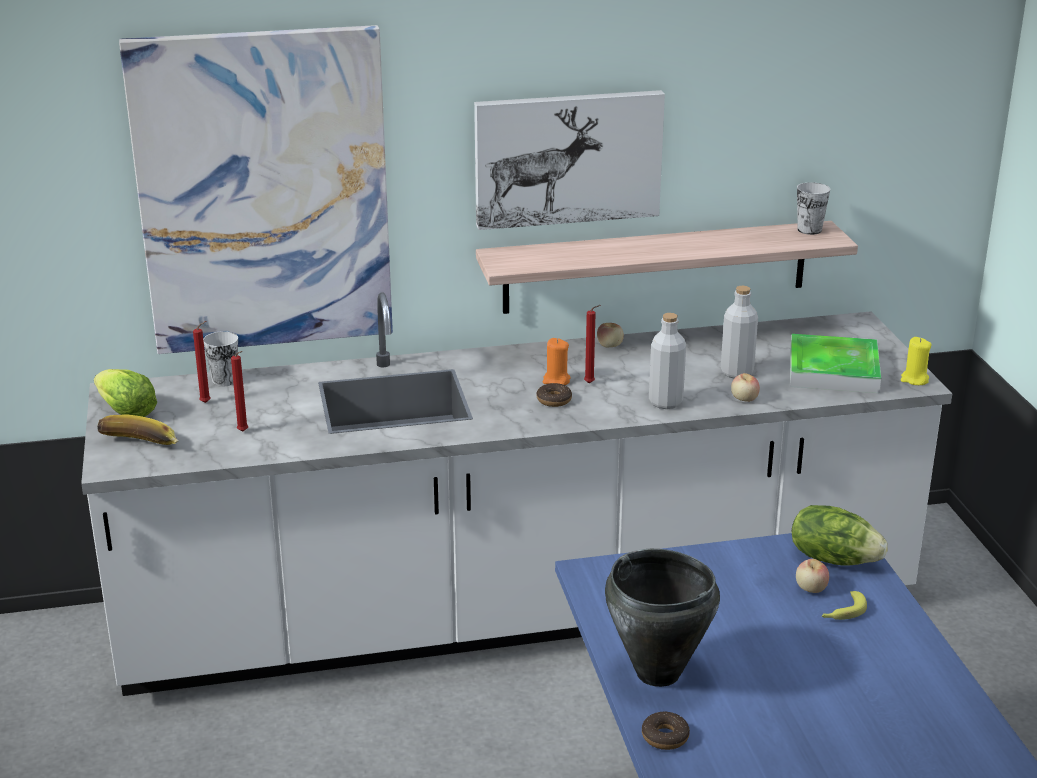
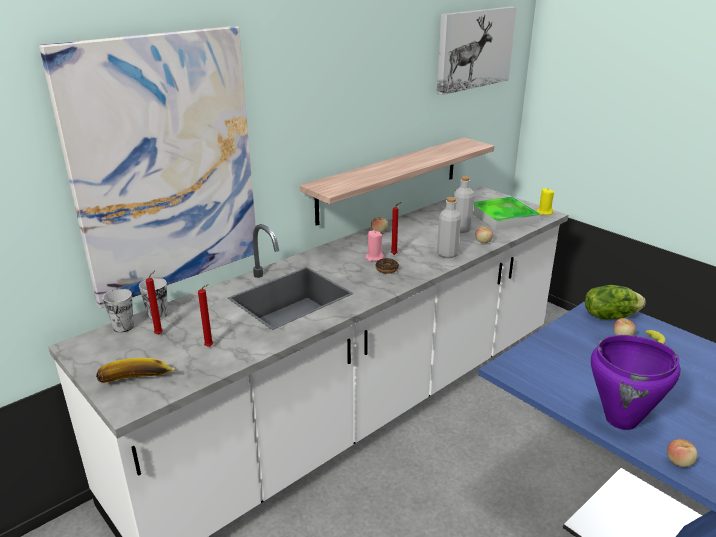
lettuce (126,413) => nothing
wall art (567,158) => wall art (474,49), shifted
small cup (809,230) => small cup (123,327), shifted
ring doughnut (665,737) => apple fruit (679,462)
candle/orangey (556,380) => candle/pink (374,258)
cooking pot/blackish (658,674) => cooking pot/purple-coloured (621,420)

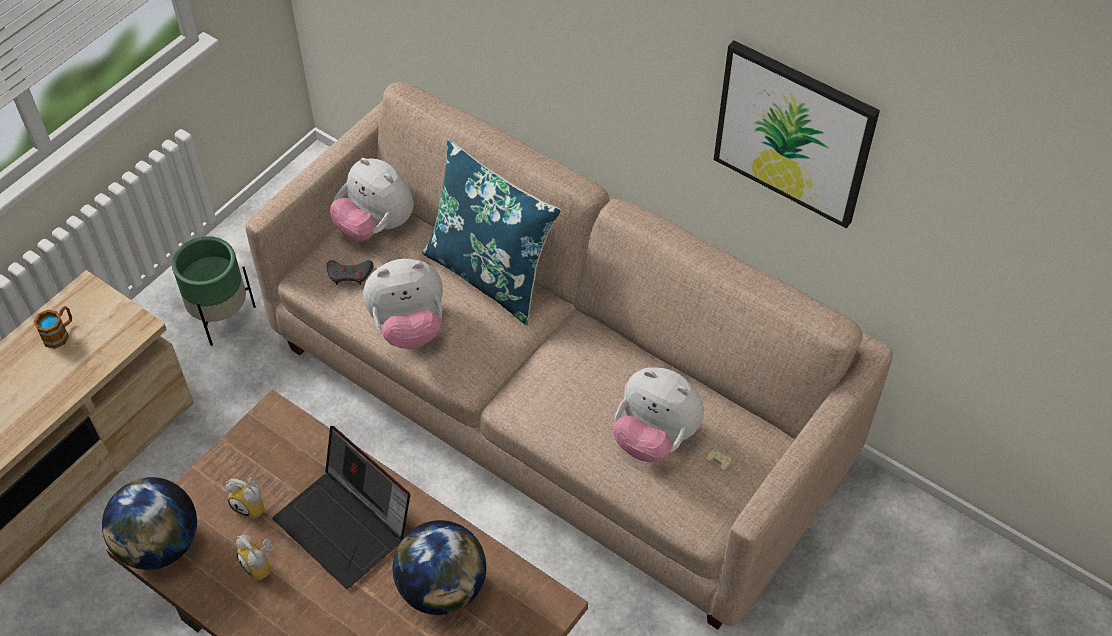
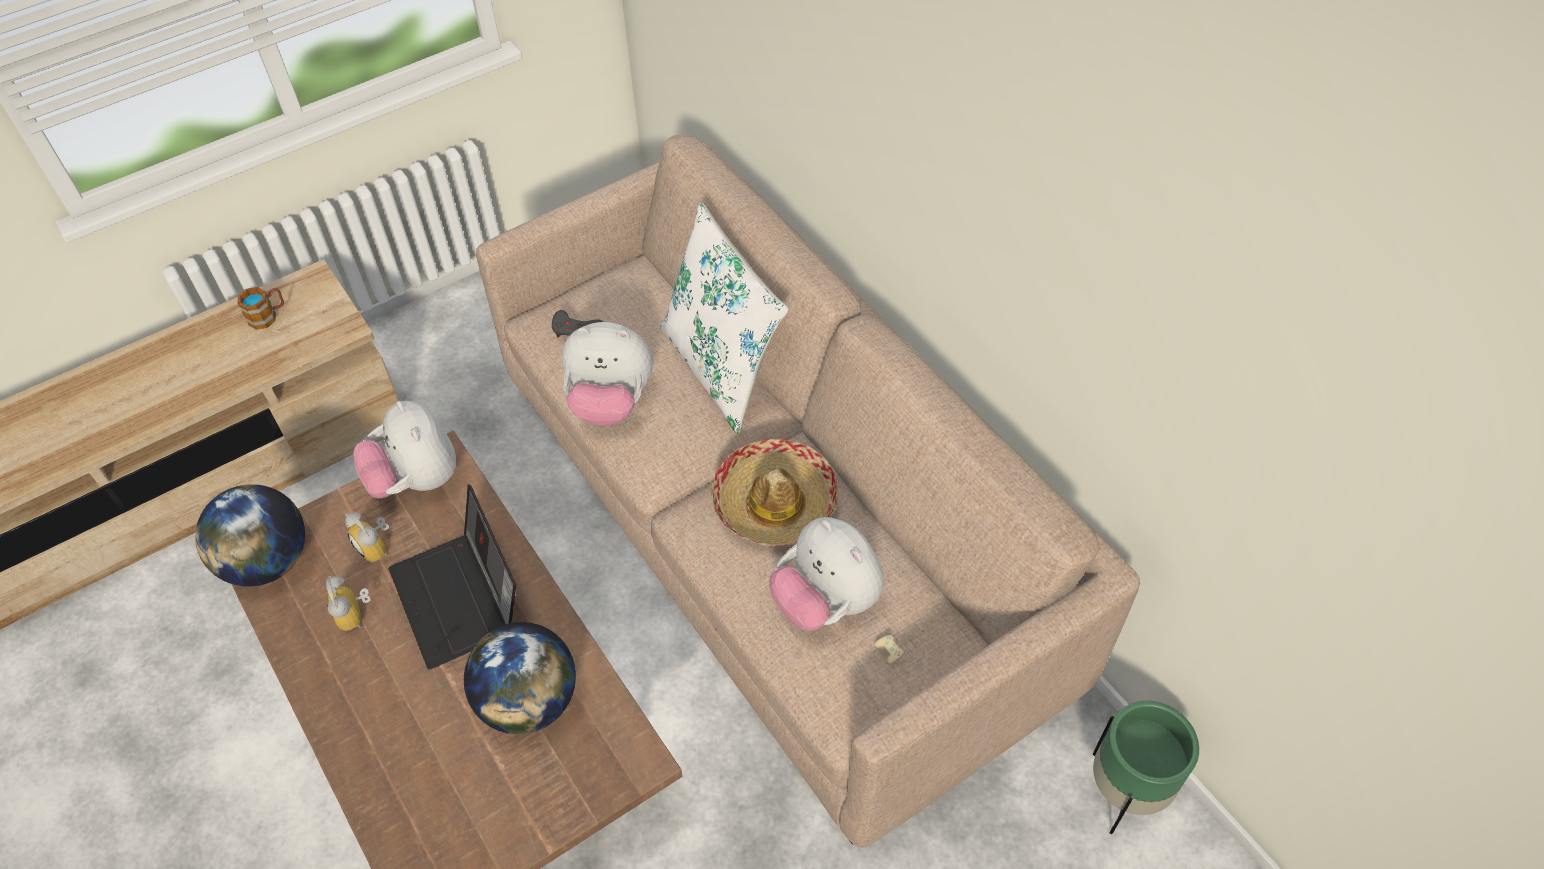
wall art (794,133) => nothing
nothing => hat (775,502)
plant pot/green (222,317) => plant pot/green (1126,791), shifted
soft toy (375,226) => soft toy (416,480), shifted
cushion/blue (490,274) => cushion/white-coloured (722,368)

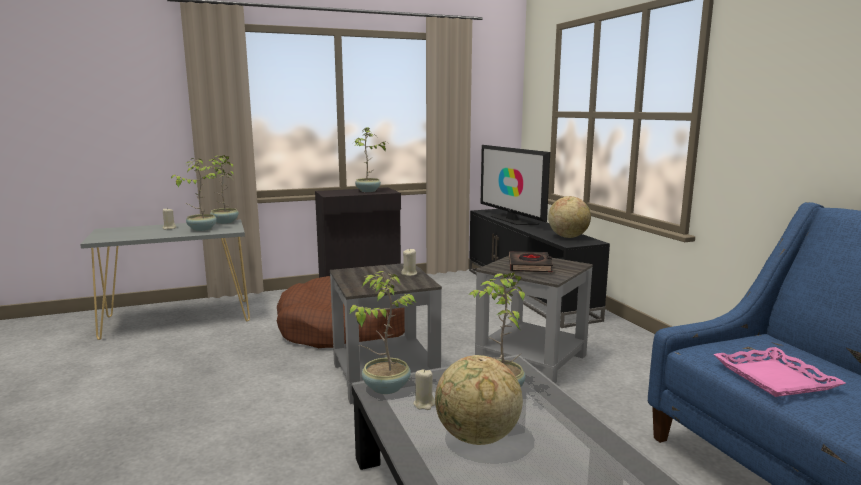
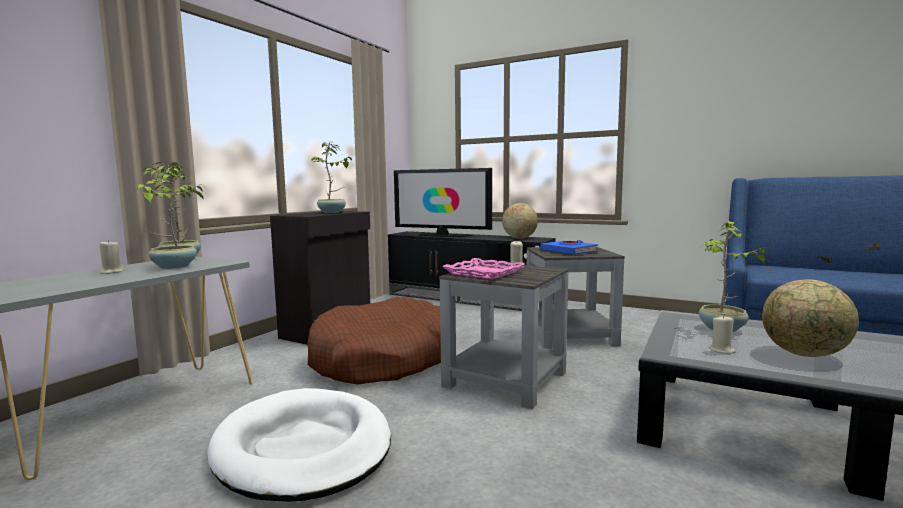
plant in a pot (385,387) => nothing
nothing => pet bed/white-coloured (303,448)
tray/pink (773,378) => tray/pink (483,273), shifted
volume/blackish (530,266) => volume/blue (568,251)

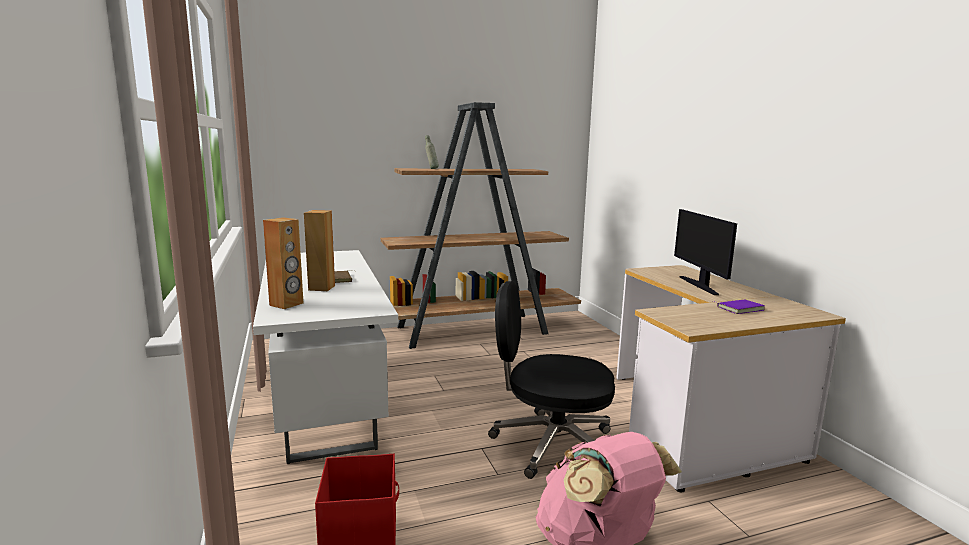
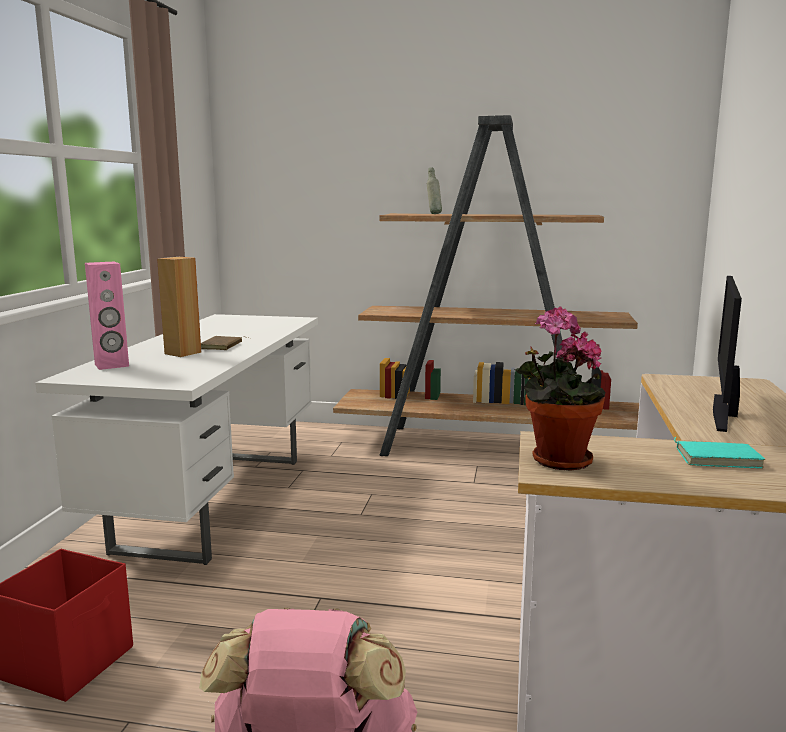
desk chair/blackish (551,444) => nothing
nothing => plant in a pot (555,460)
loudspeaker/brown-coloured (286,304) => loudspeaker/pink (112,365)
volume/purple-coloured (739,308) => volume/blue-green (717,458)

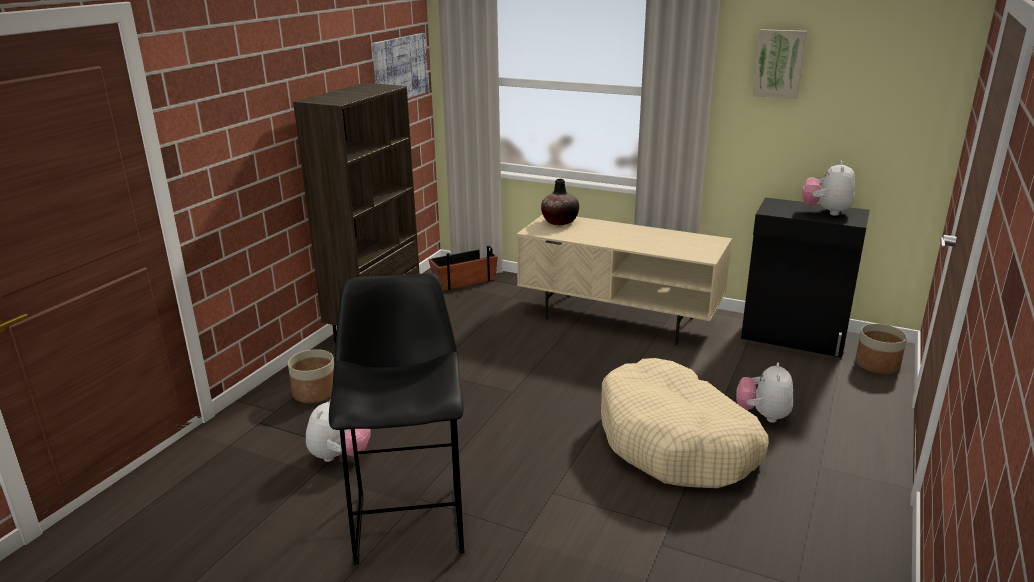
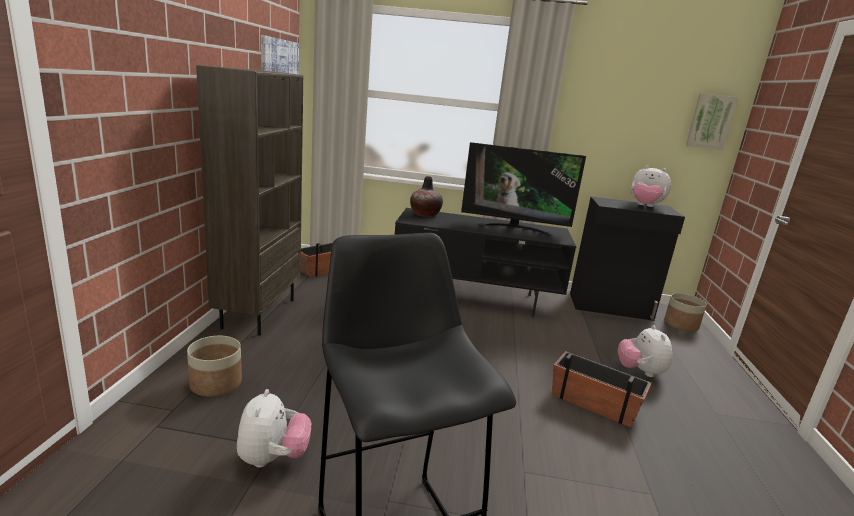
nothing => TV (514,228)
wall art (779,63) => wall art (710,121), shifted
pet bed/beige (676,442) => plant pot (594,403)
media console/beige (620,318) => media console/blackish (475,297)
soft toy (826,212) => soft toy (644,206), 60 degrees counterclockwise

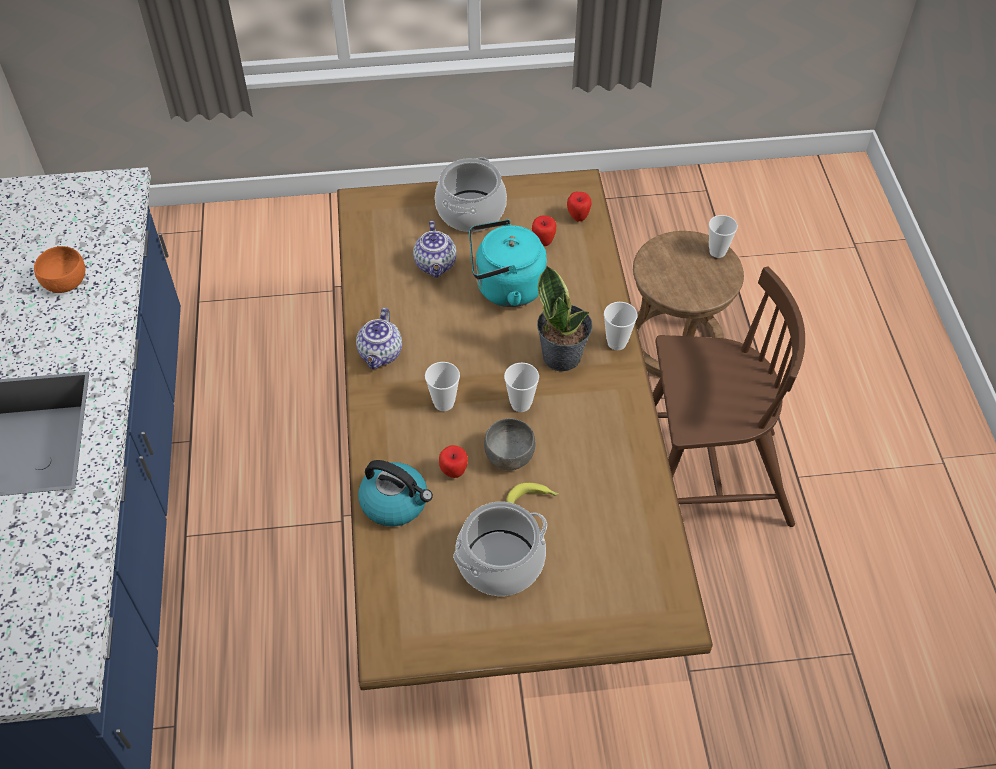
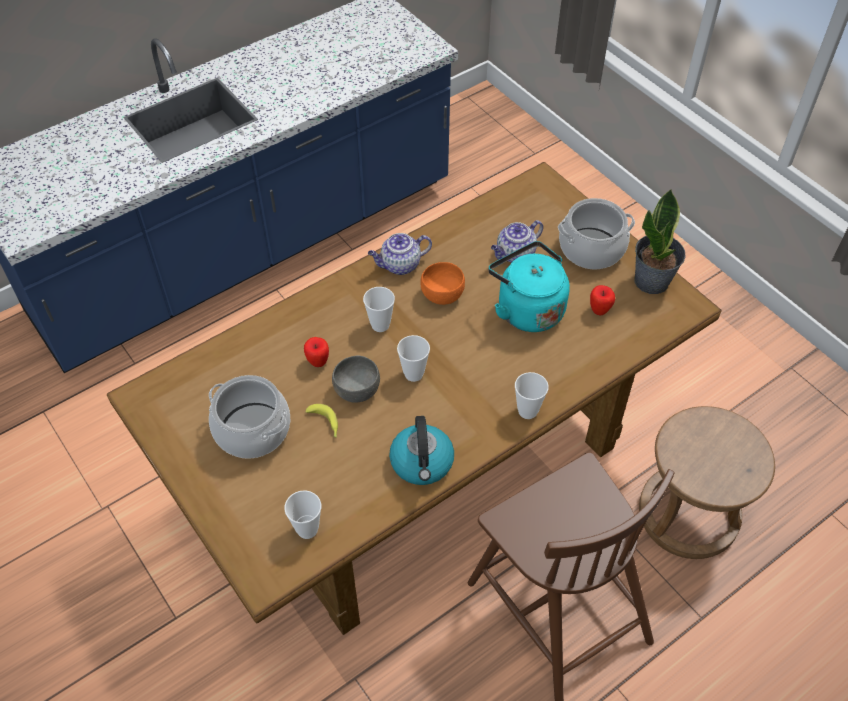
apple fruit (578,217) => nothing
bowl/orangey (65,282) => bowl/orangey (441,294), shifted
tea kettle (395,502) => tea kettle (422,463), shifted
plant in a pot (562,355) => plant in a pot (652,281), shifted
small cup (717,251) => small cup (307,529), shifted

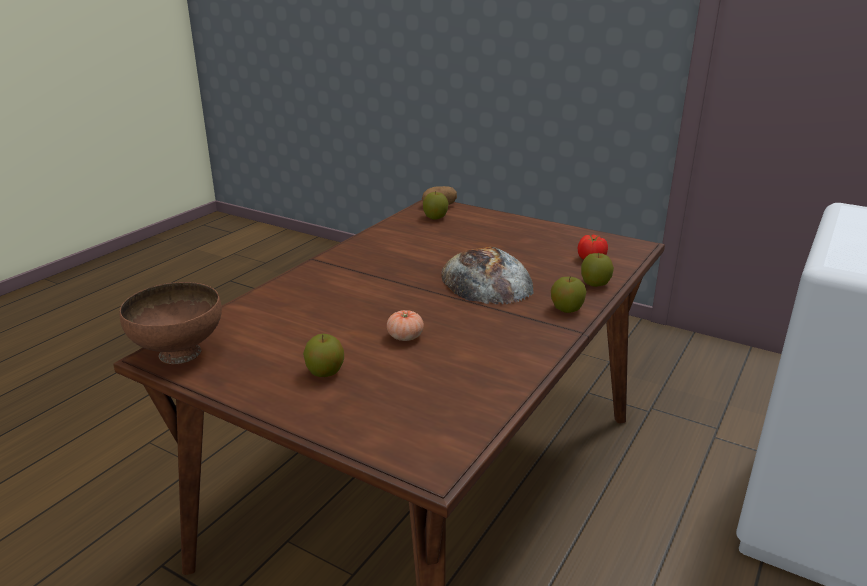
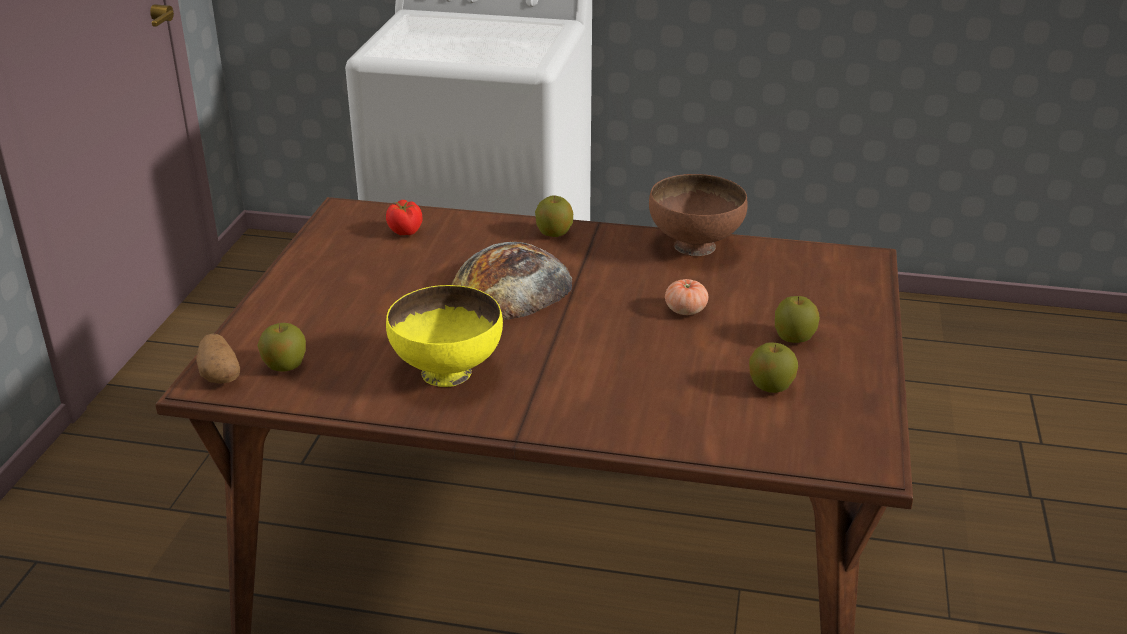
nothing => bowl/yellow-coloured (448,373)
bowl/brown-coloured (179,353) => bowl/brown-coloured (694,247), shifted
apple fruit (595,284) => apple fruit (770,387), shifted

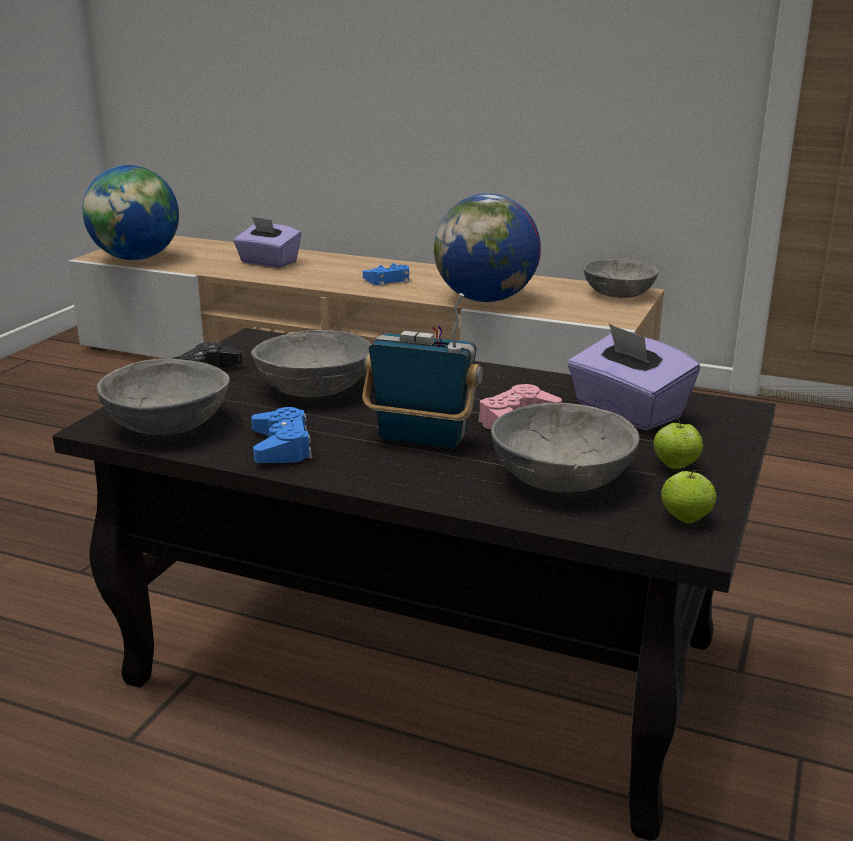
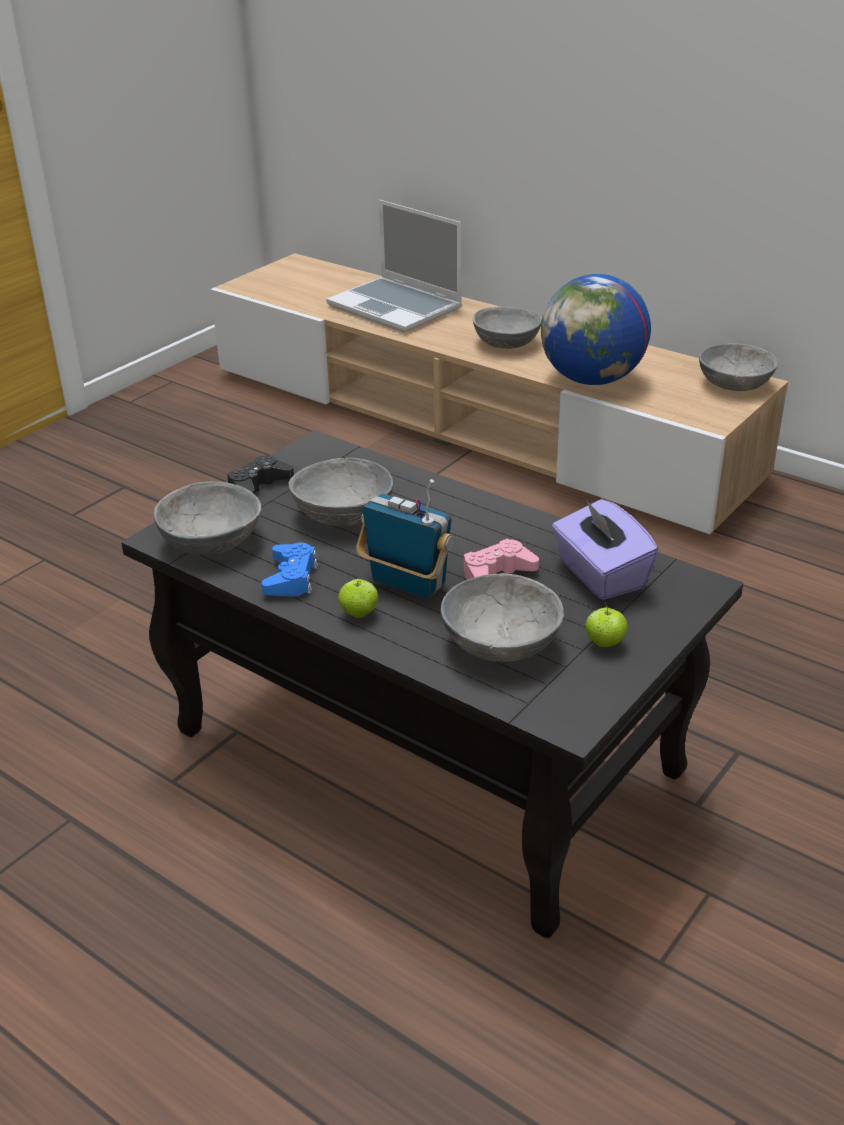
globe (136,258) => nothing
apple fruit (685,519) => apple fruit (359,613), shifted
tissue holder/purple-coloured (268,262) => portable computer (397,307)
game controller/blue (388,280) => bowl/gray (505,343)

